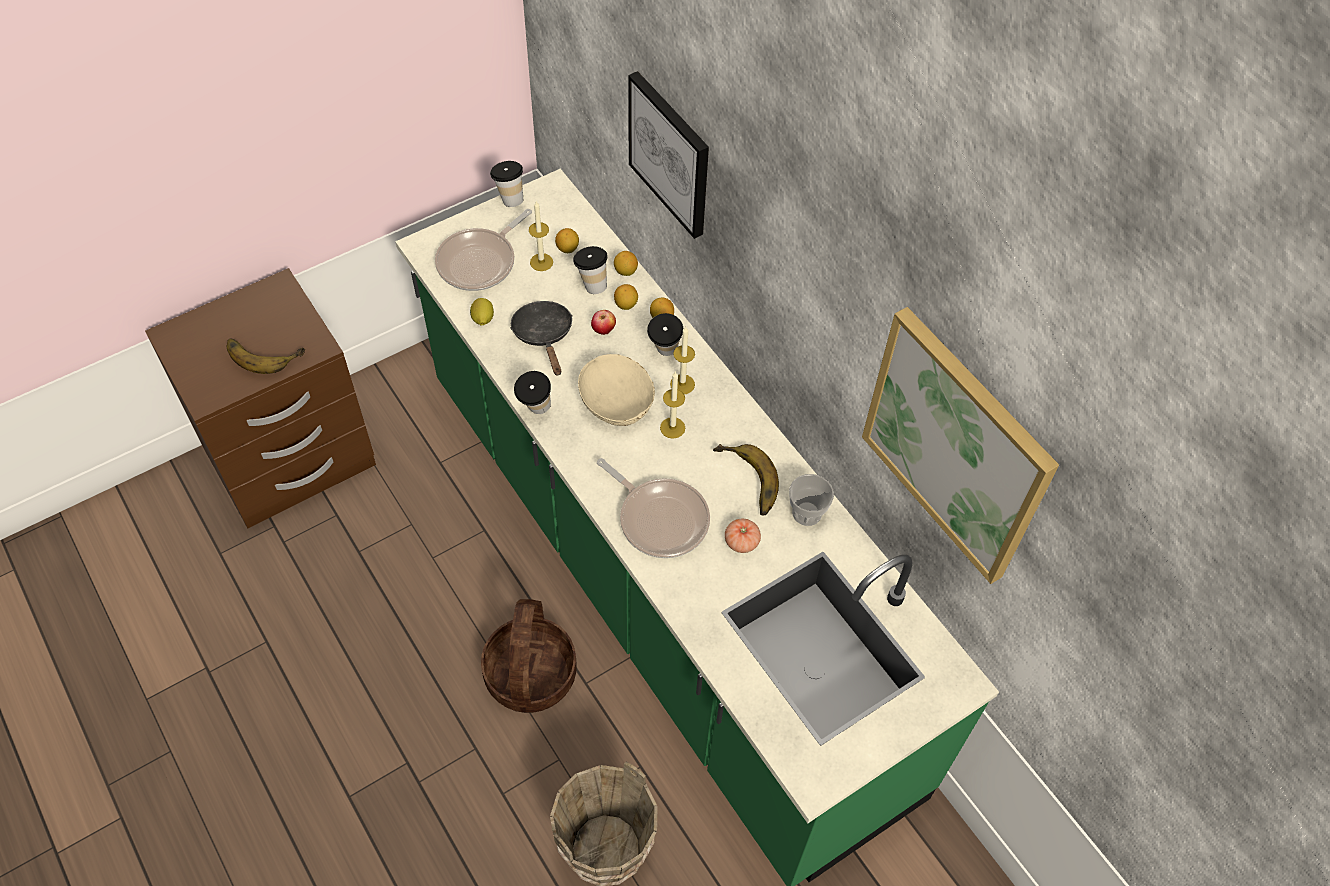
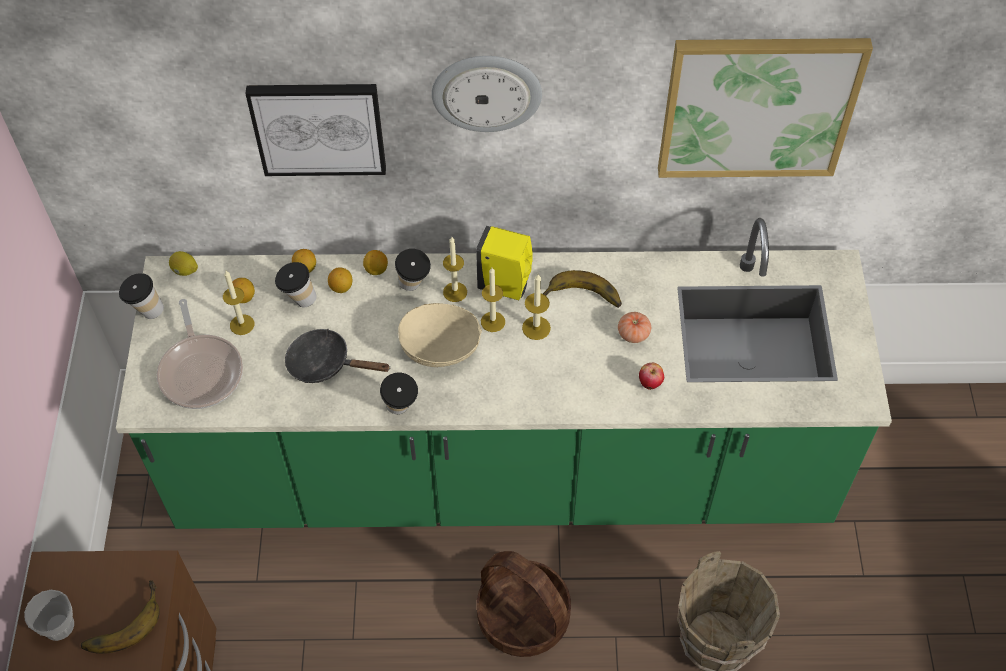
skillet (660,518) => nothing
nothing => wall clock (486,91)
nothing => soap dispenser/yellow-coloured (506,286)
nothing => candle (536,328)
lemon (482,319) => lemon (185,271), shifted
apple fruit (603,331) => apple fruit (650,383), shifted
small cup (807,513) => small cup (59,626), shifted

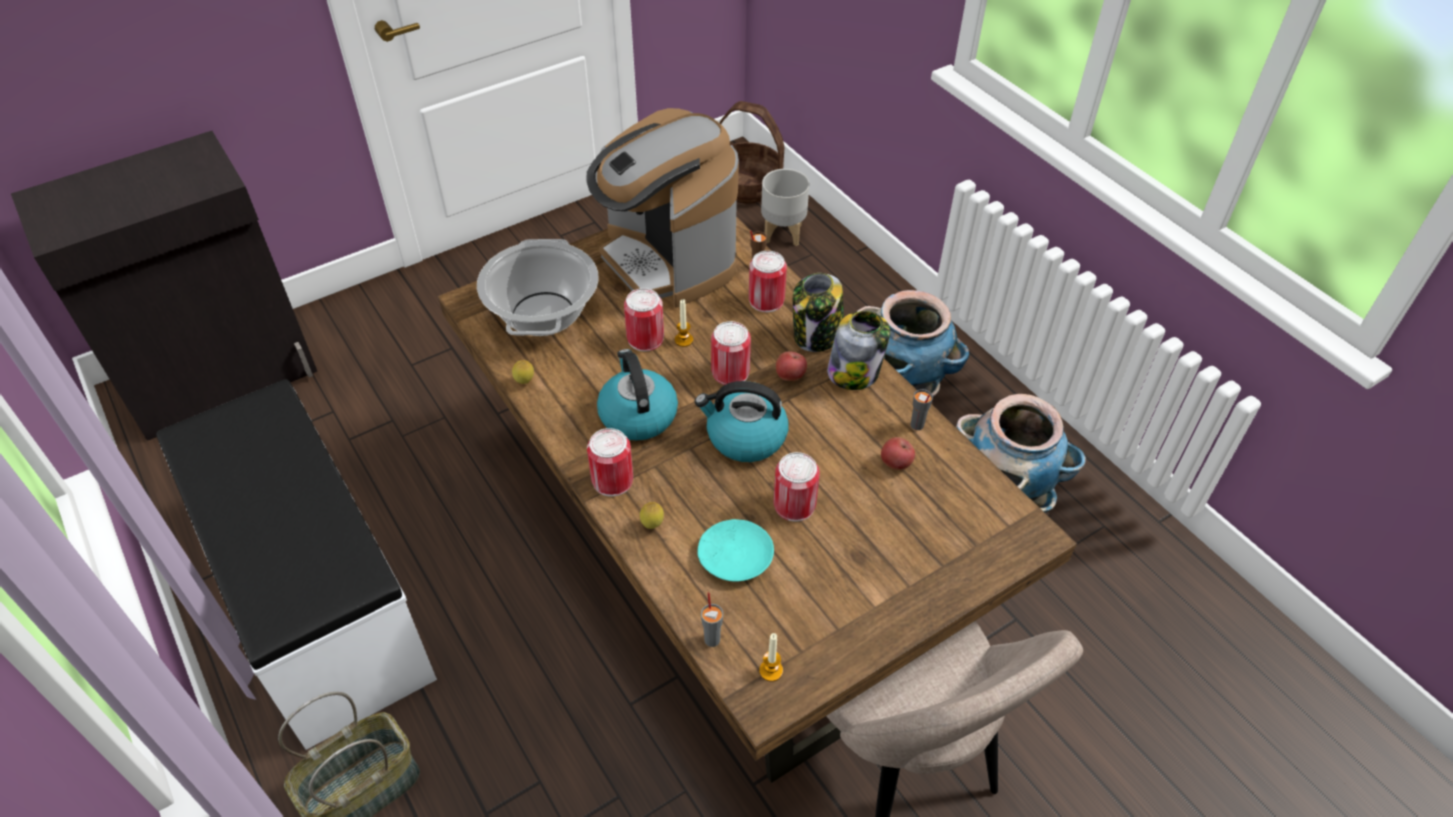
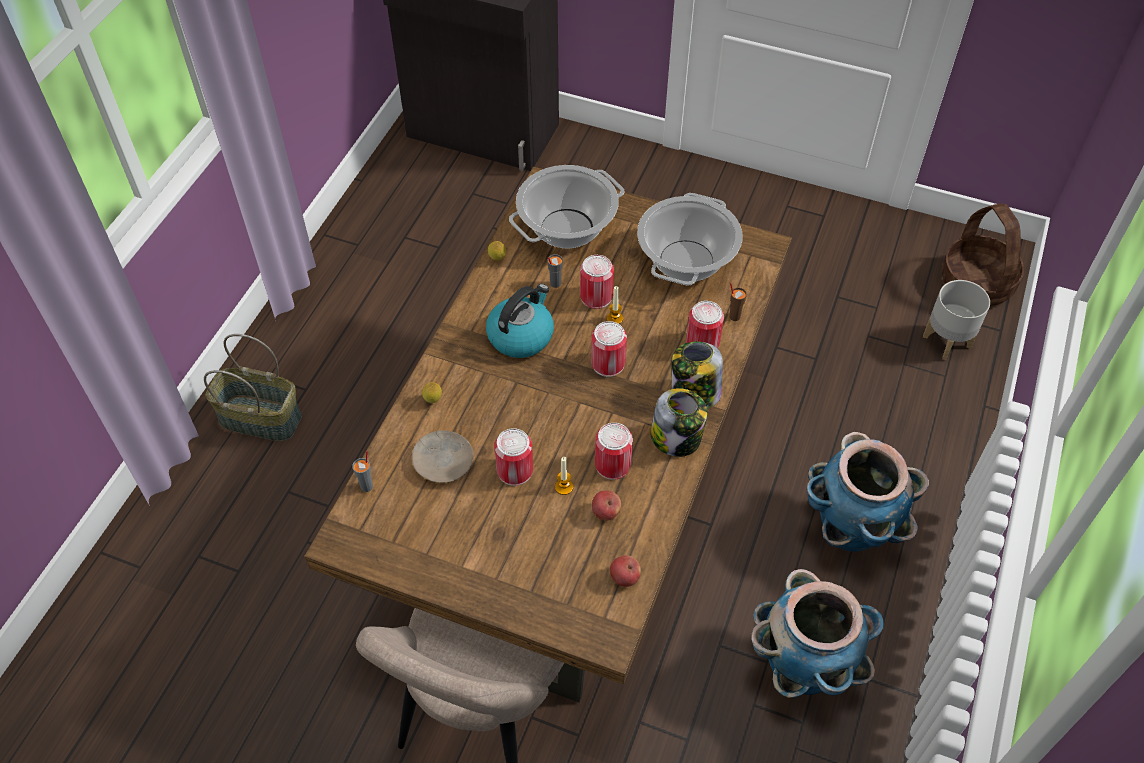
long seat/white-coloured (316,602) => nothing
tea kettle (745,437) => nothing
sealed can (612,480) => sealed can (612,464), shifted
candle (771,670) => candle (564,487), shifted
apple fruit (790,376) => apple fruit (624,577), shifted
small cup/gray (917,425) => small cup/gray (555,283), shifted
coffee machine (667,261) => cooking pot (686,262)
plate/blue-green (734,556) => plate/beige (443,460)

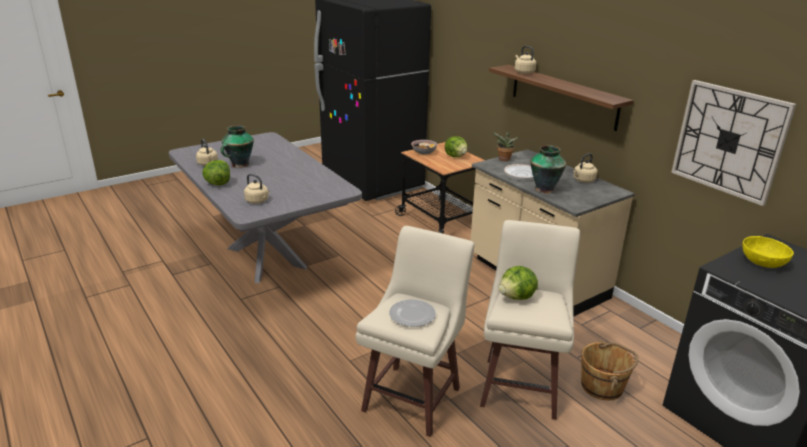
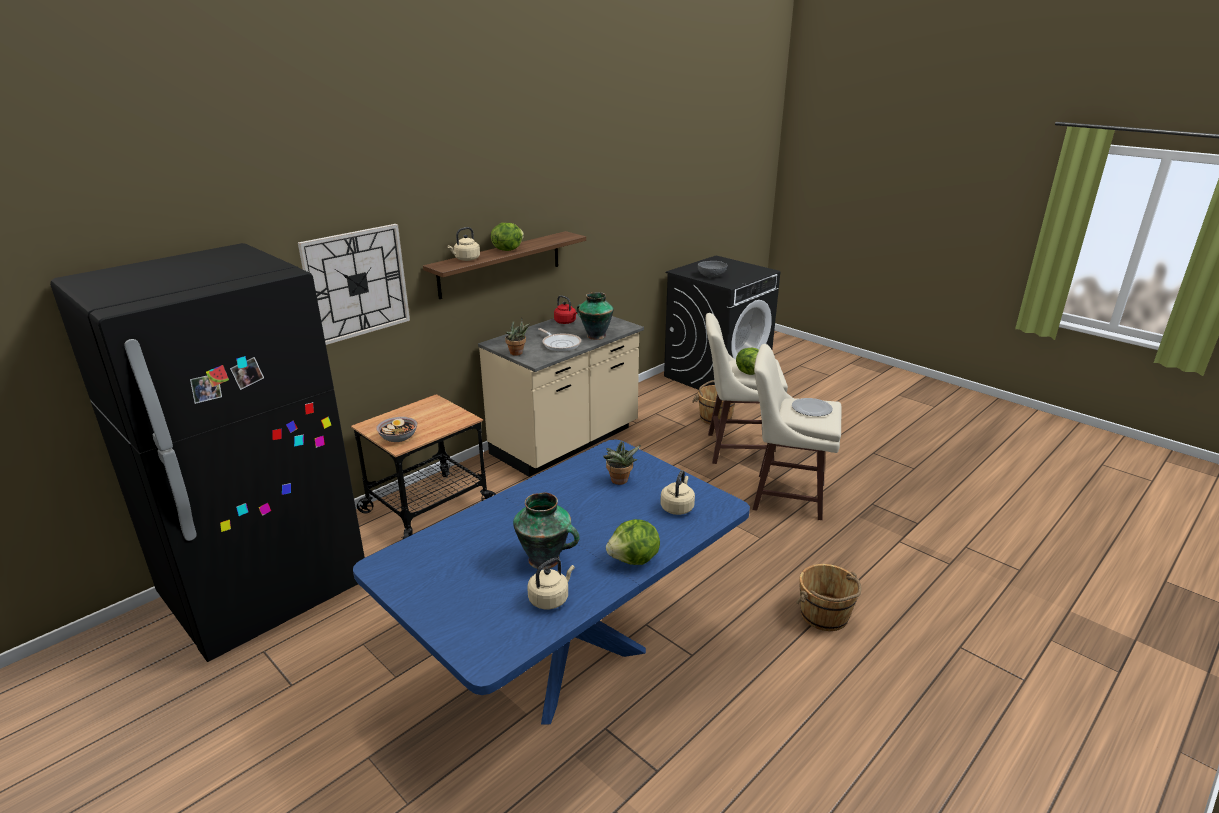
nothing => plant in a pot (619,482)
nothing => bucket/brown-coloured (825,615)
lettuce (456,156) => lettuce (507,249), shifted
wall clock (729,141) => wall clock (356,283), shifted
dinner table/gray (266,257) => dinner table/blue (568,661)
tea kettle/beige (583,180) => tea kettle/red-coloured (566,322)
bowl/yellow-coloured (762,262) => bowl/gray (711,276)

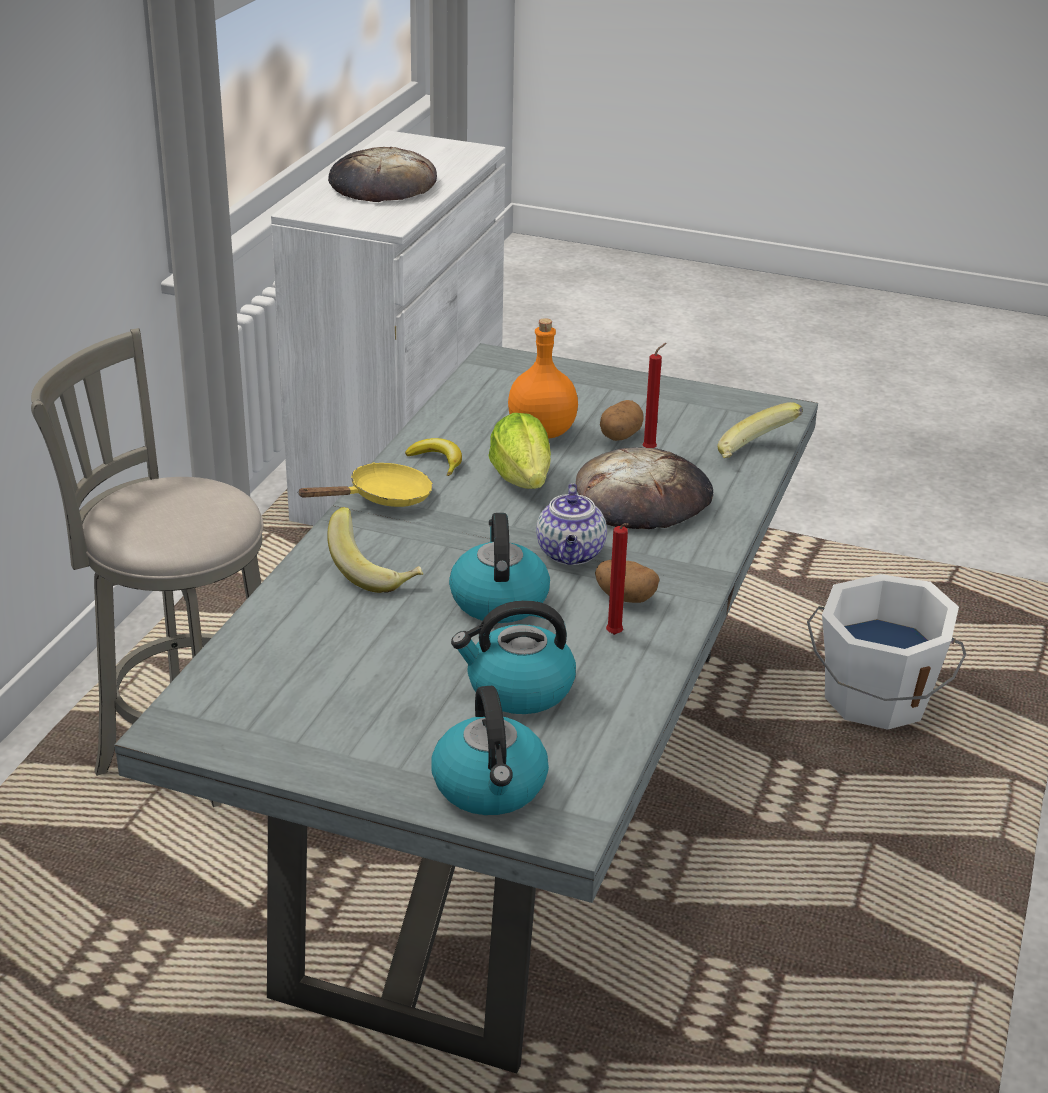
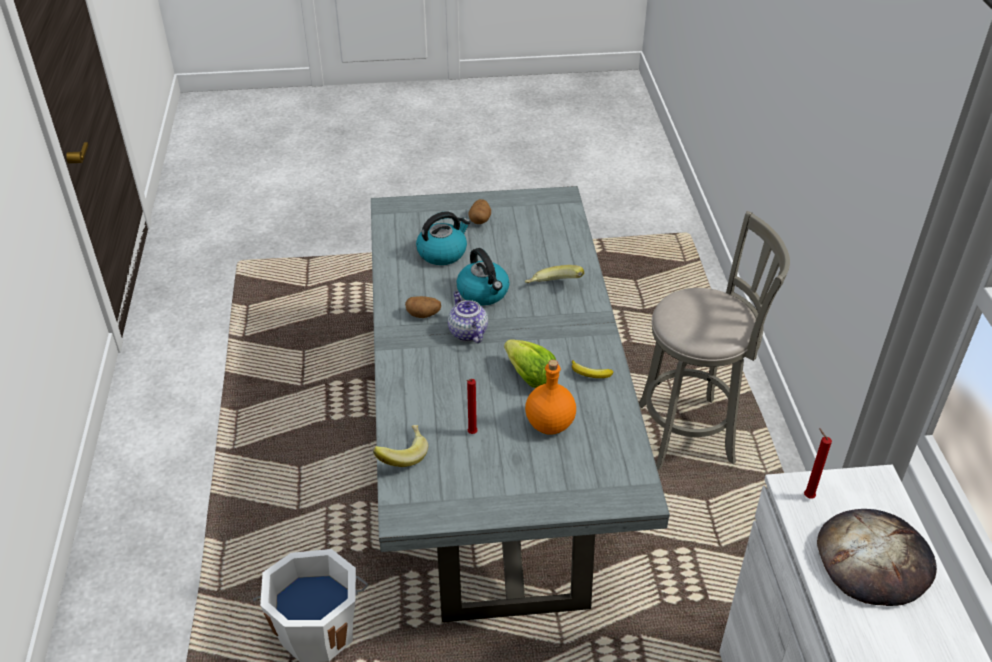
skillet/yellow-coloured (382,498) => nothing
tea kettle (490,787) => nothing
baked bread (643,498) => nothing
potato (619,436) => potato (480,219), shifted
candle/red-coloured (615,636) => candle/red-coloured (807,496), shifted

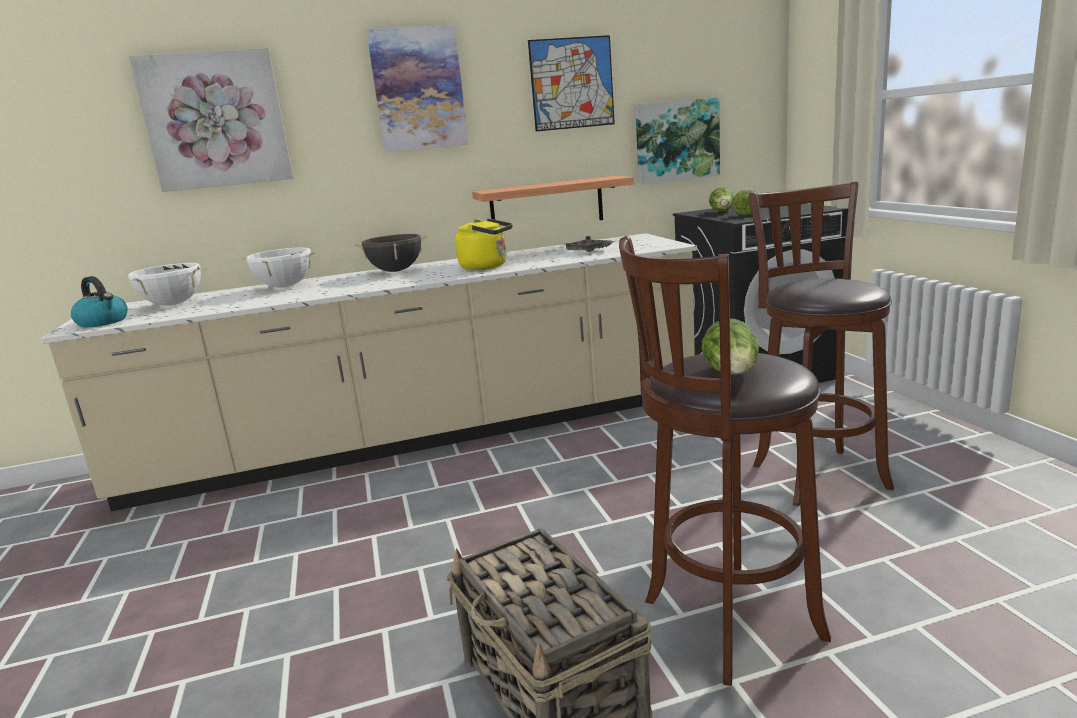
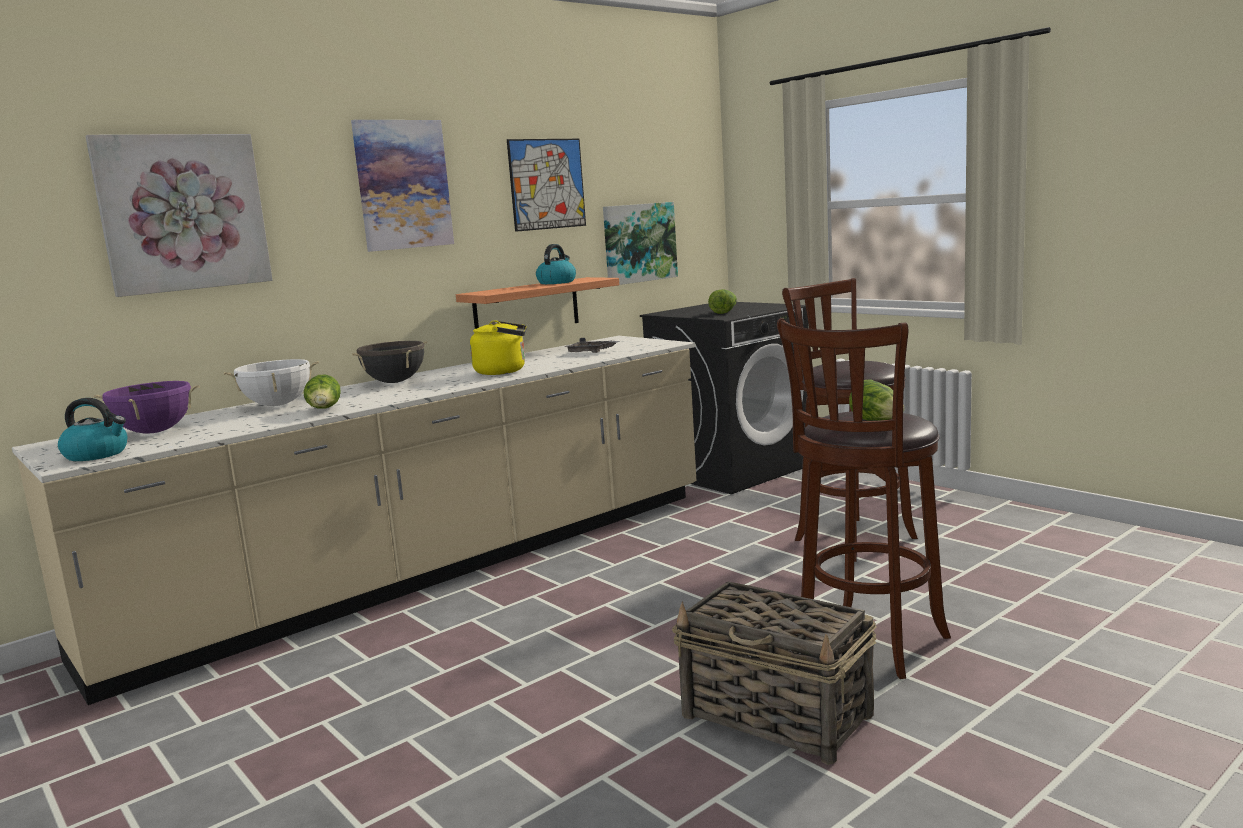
nothing => tea kettle (557,282)
lettuce (723,212) => lettuce (325,410), shifted
cooking pot/white-coloured (173,304) => cooking pot/purple-coloured (154,432)

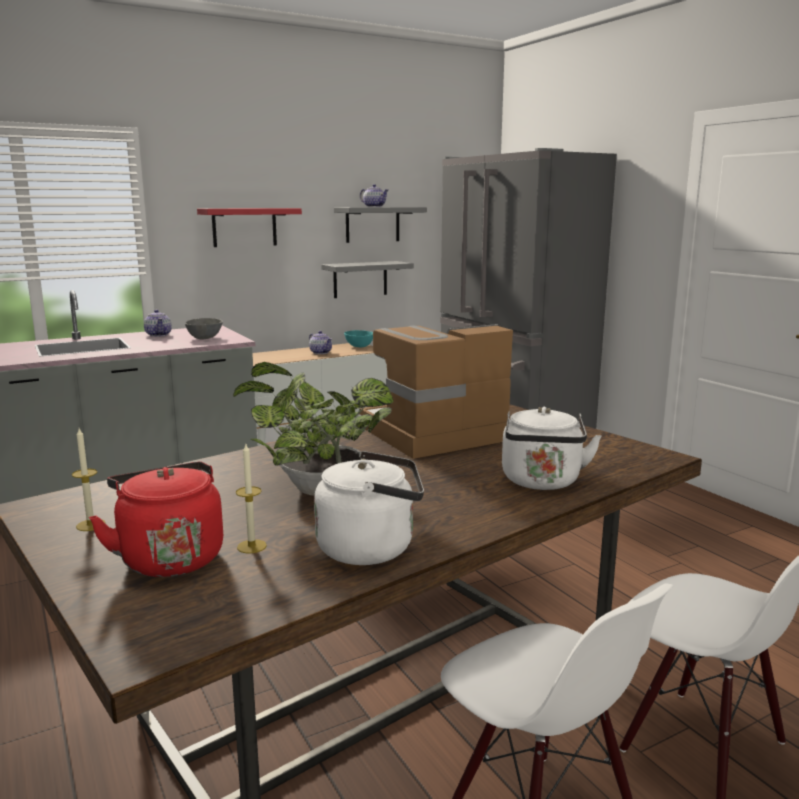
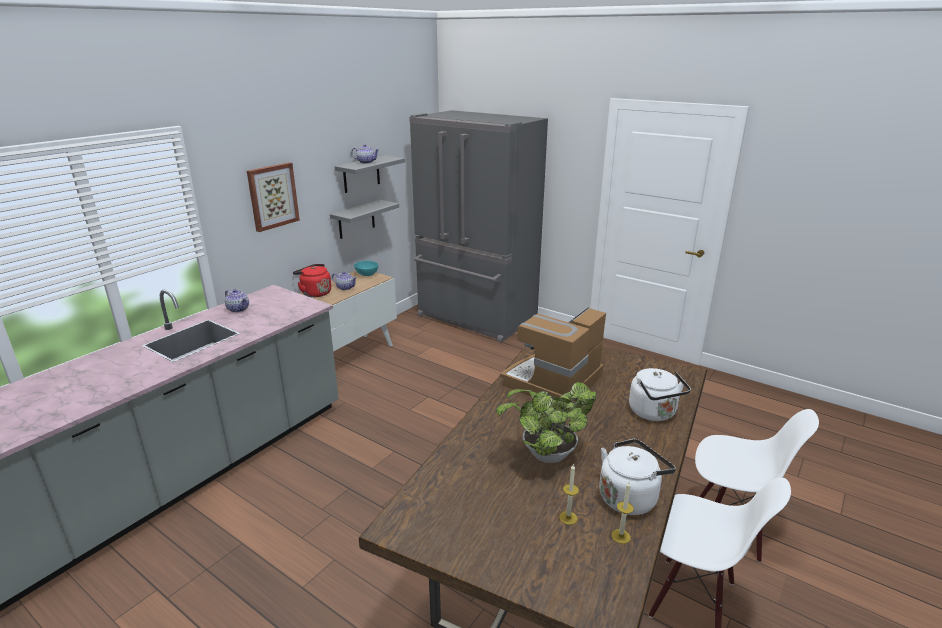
bowl/gray (205,338) => nothing
candle (90,525) => candle (620,536), shifted
tea kettle/red-coloured (169,557) => tea kettle/red-coloured (314,293), shifted
wall shelf/red-coloured (244,227) => wall art (272,196)

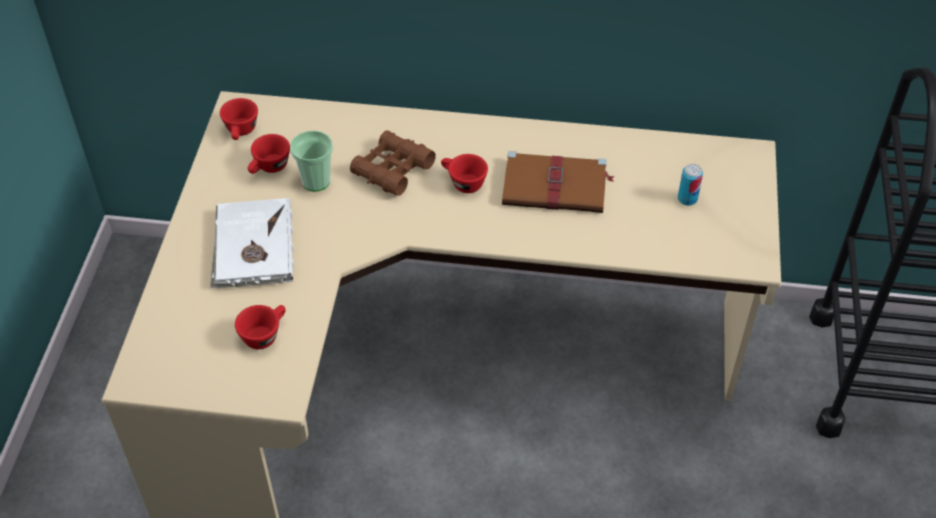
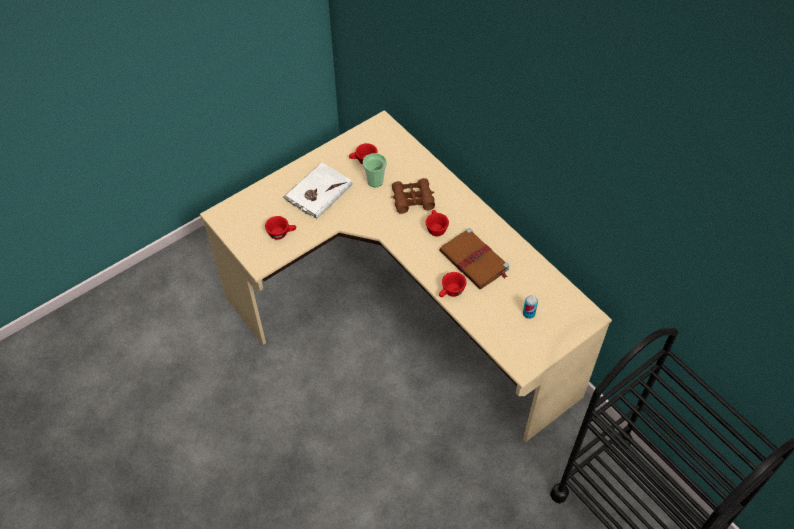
small cup/red-coloured (241,132) => small cup/red-coloured (451,292), shifted

